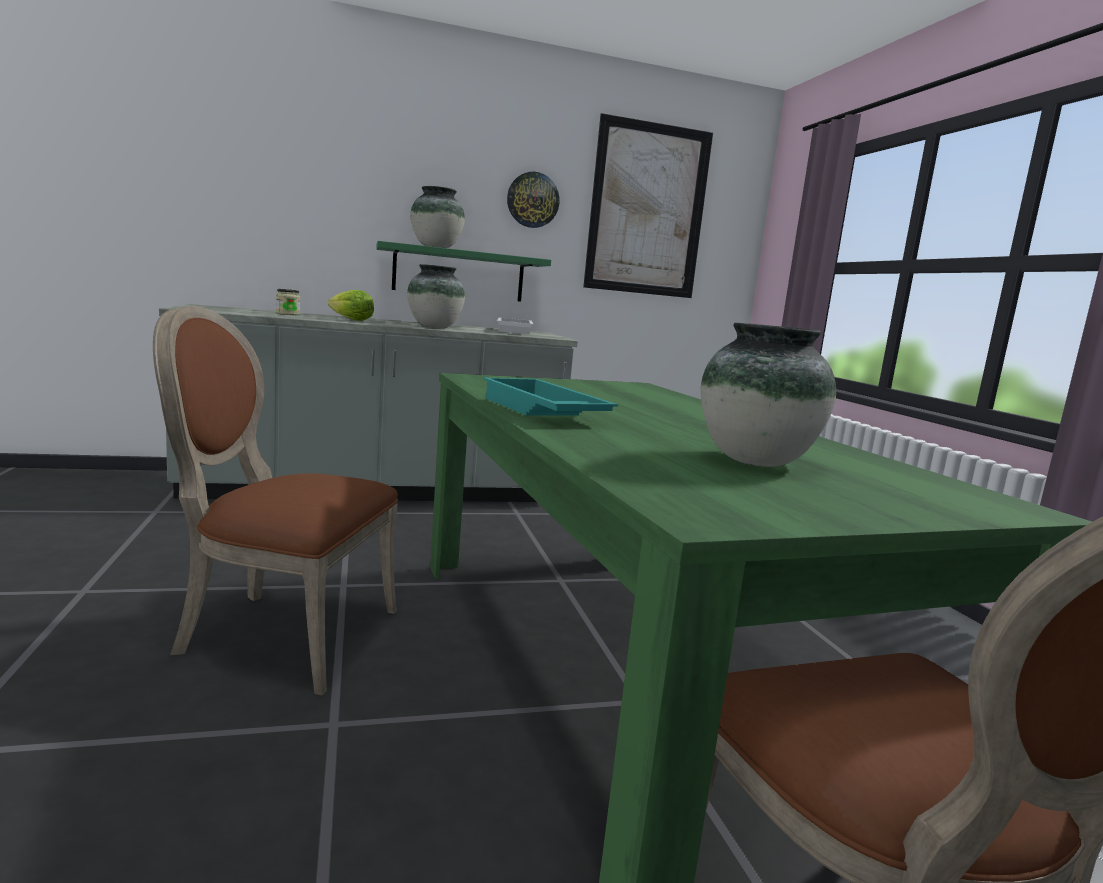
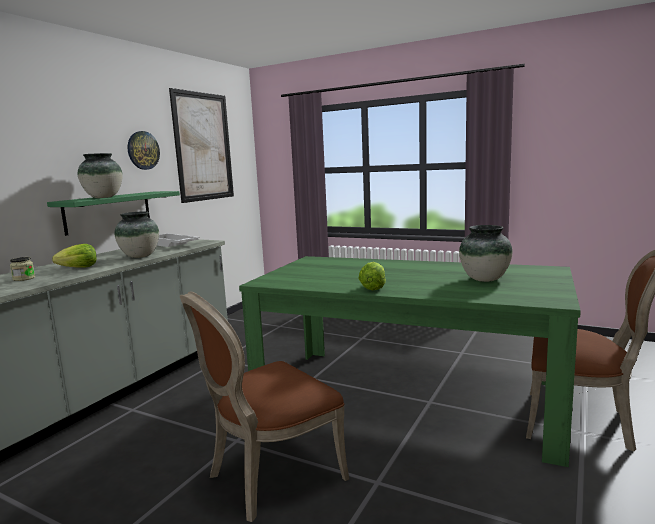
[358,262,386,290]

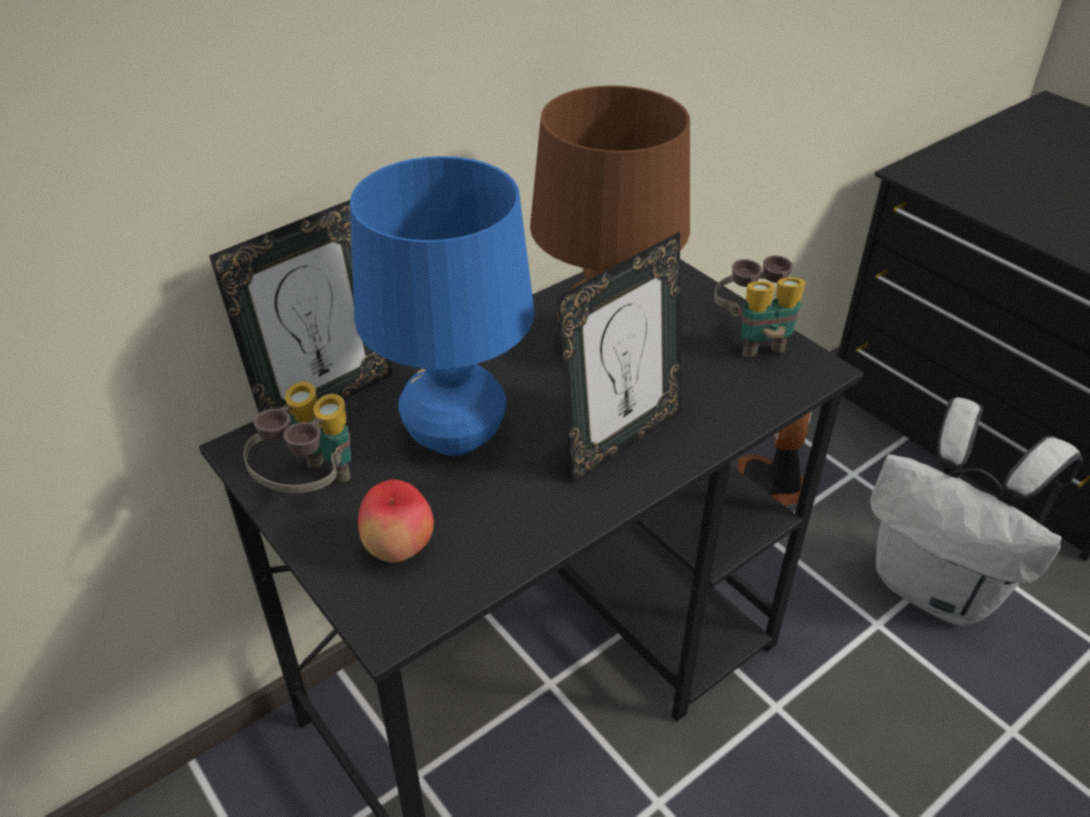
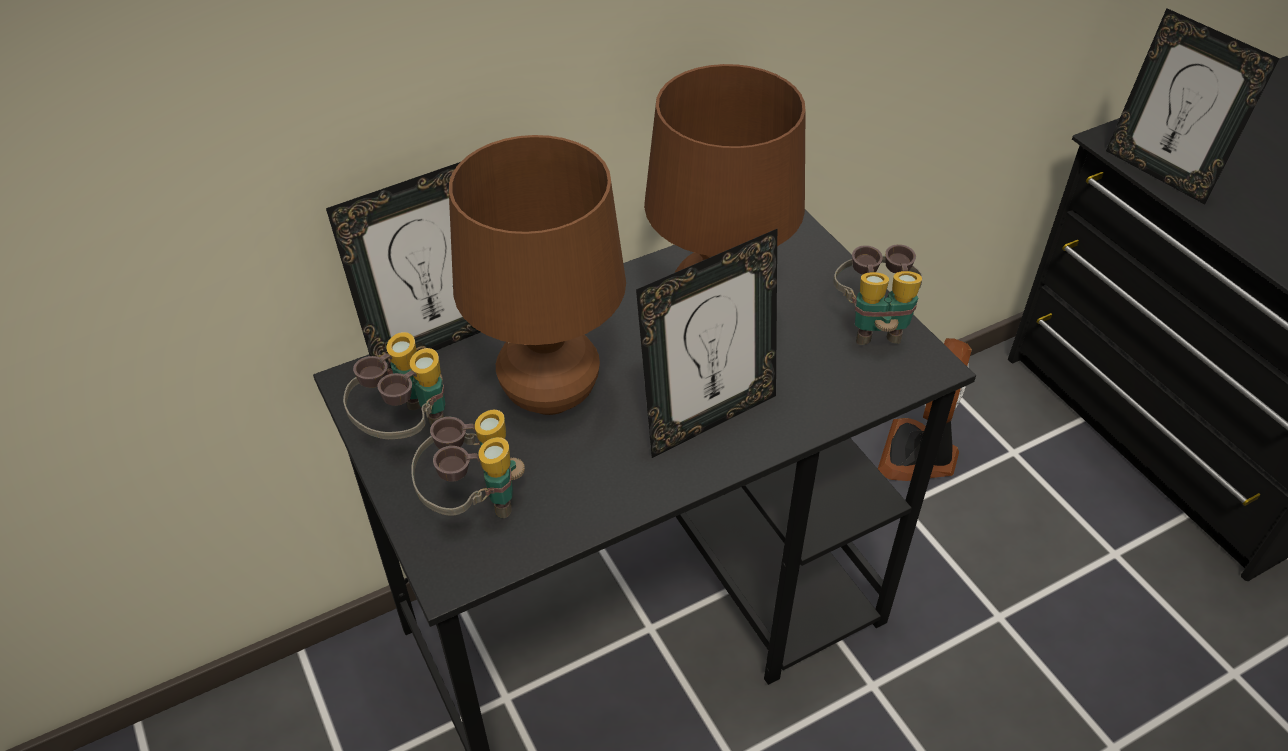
[449,135,626,415]
[411,410,525,518]
[870,398,1083,626] (first image)
[1106,8,1280,205]

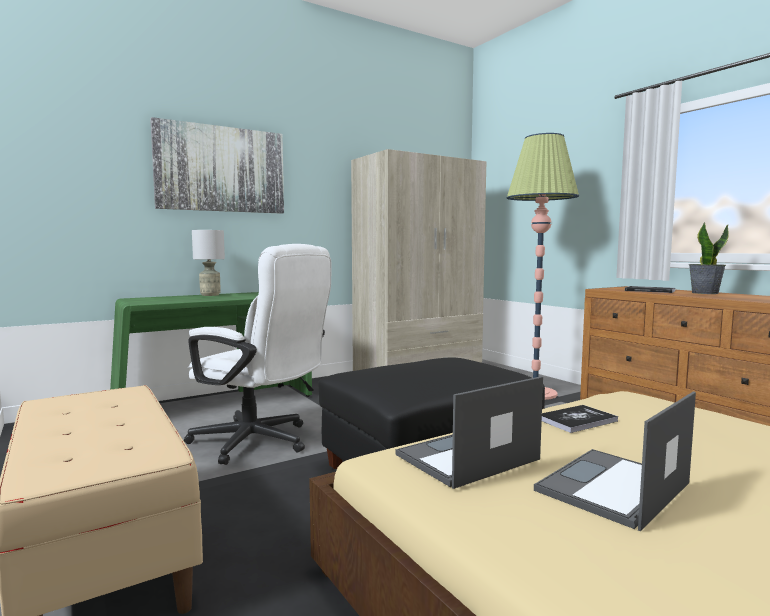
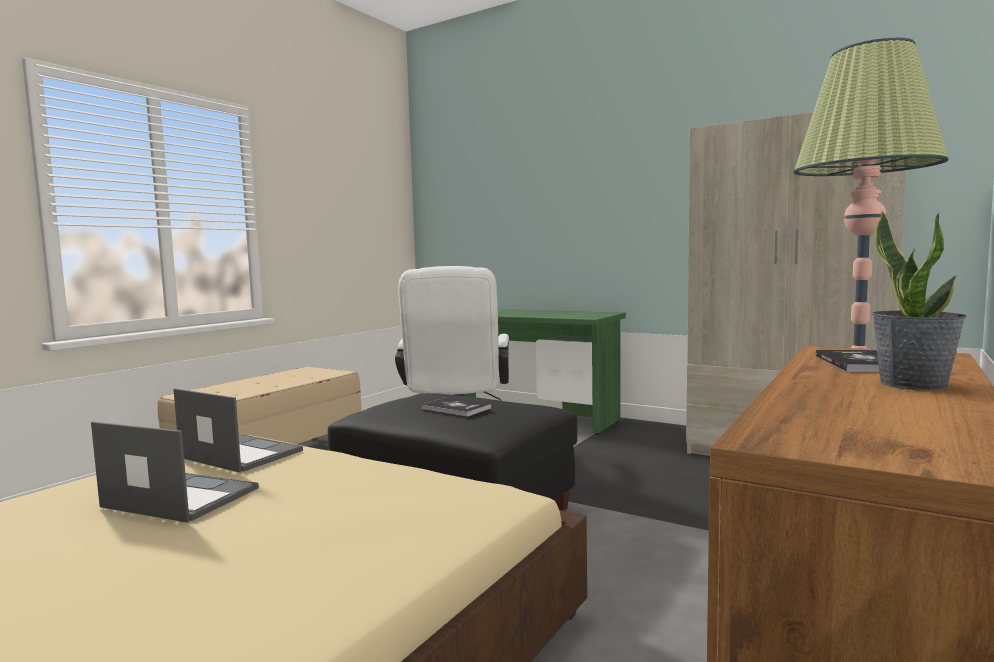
[150,117,284,214] (first image)
[192,230,225,296] (first image)
[422,397,491,417]

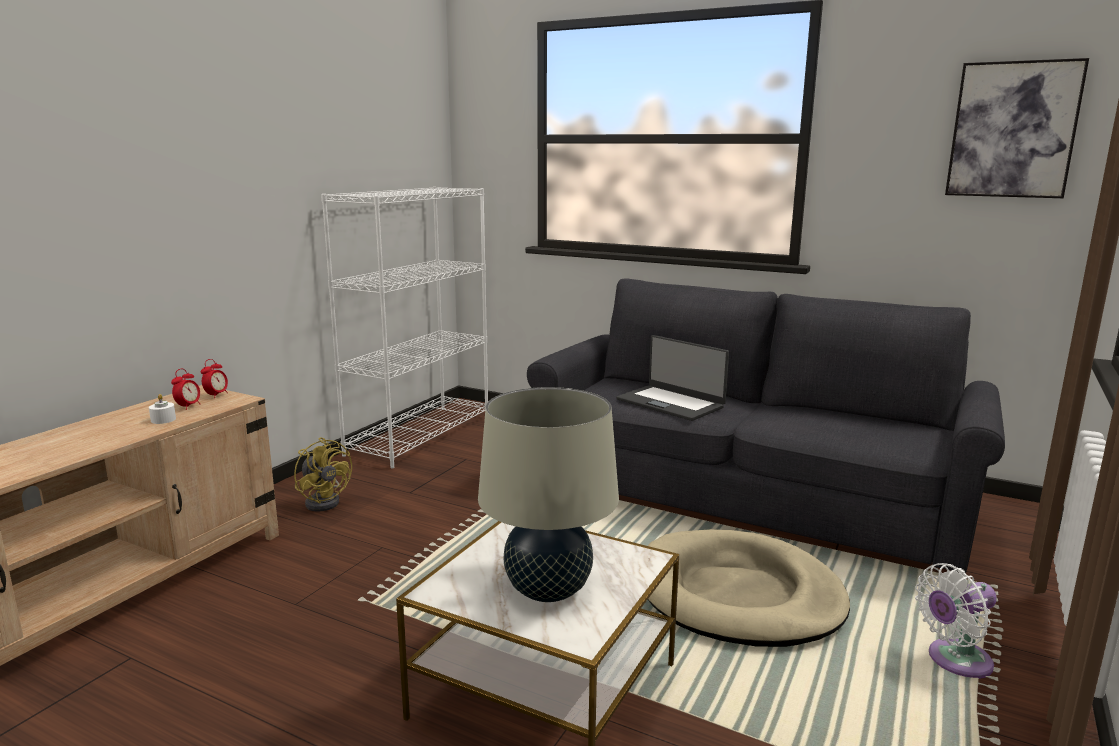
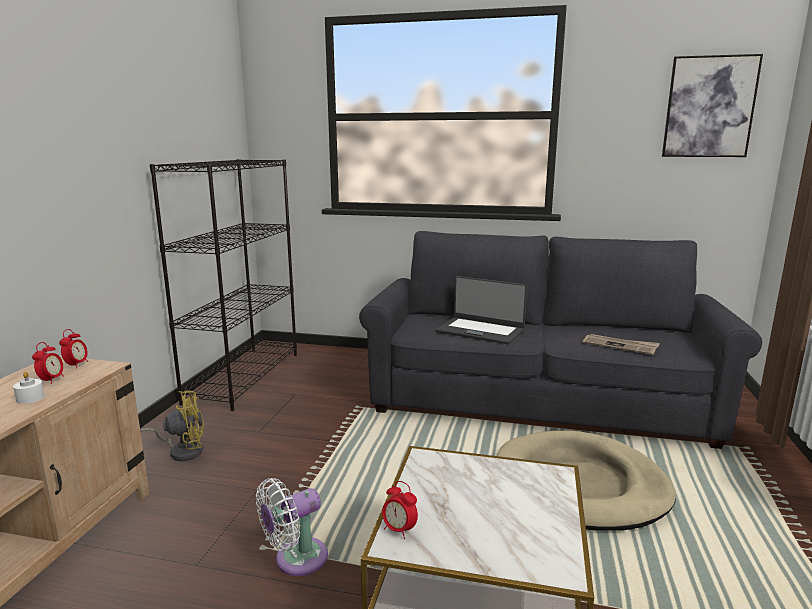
[140,390,204,461]
[150,159,297,411]
[478,387,619,602] (first image)
[256,478,328,576]
[382,481,418,539]
[582,334,660,355]

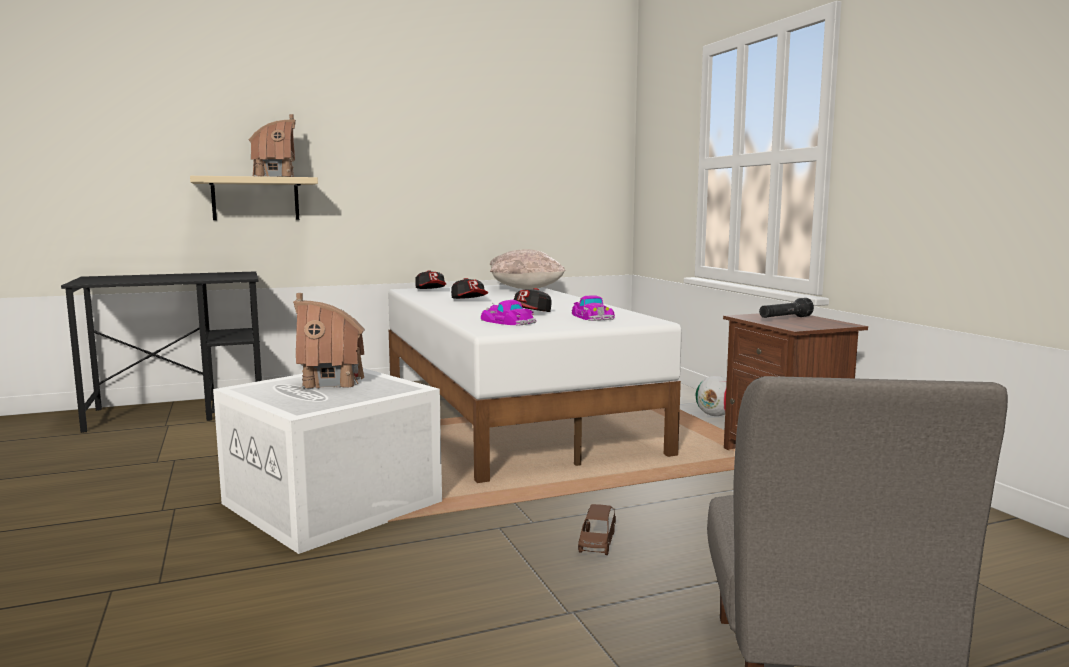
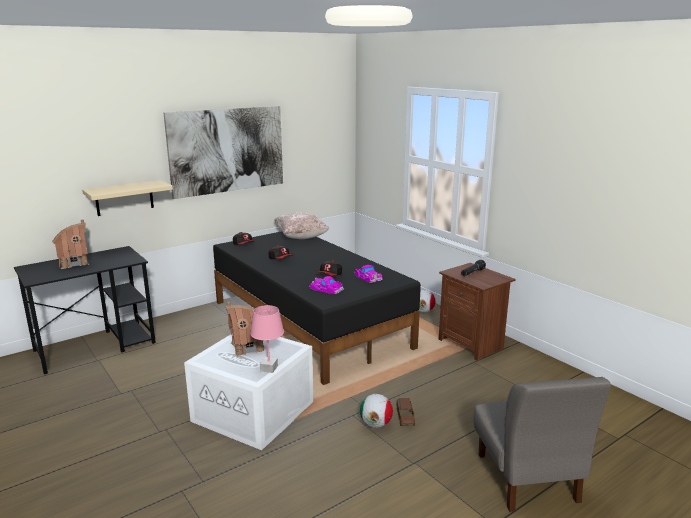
[52,219,89,269]
[213,231,421,385]
[164,106,283,199]
[250,305,284,373]
[360,394,393,428]

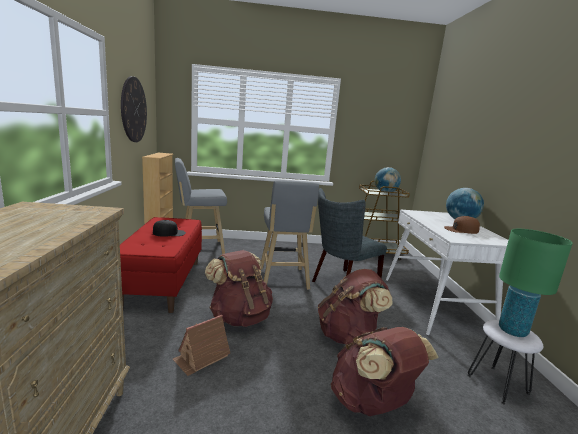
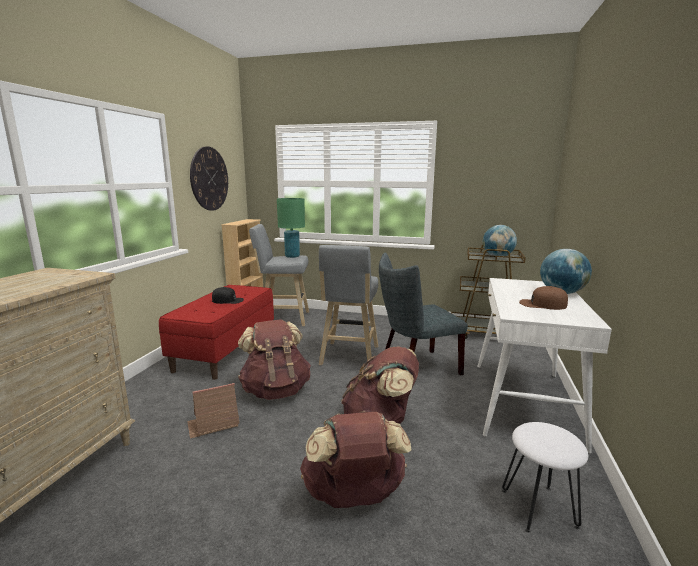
[277,198,305,258]

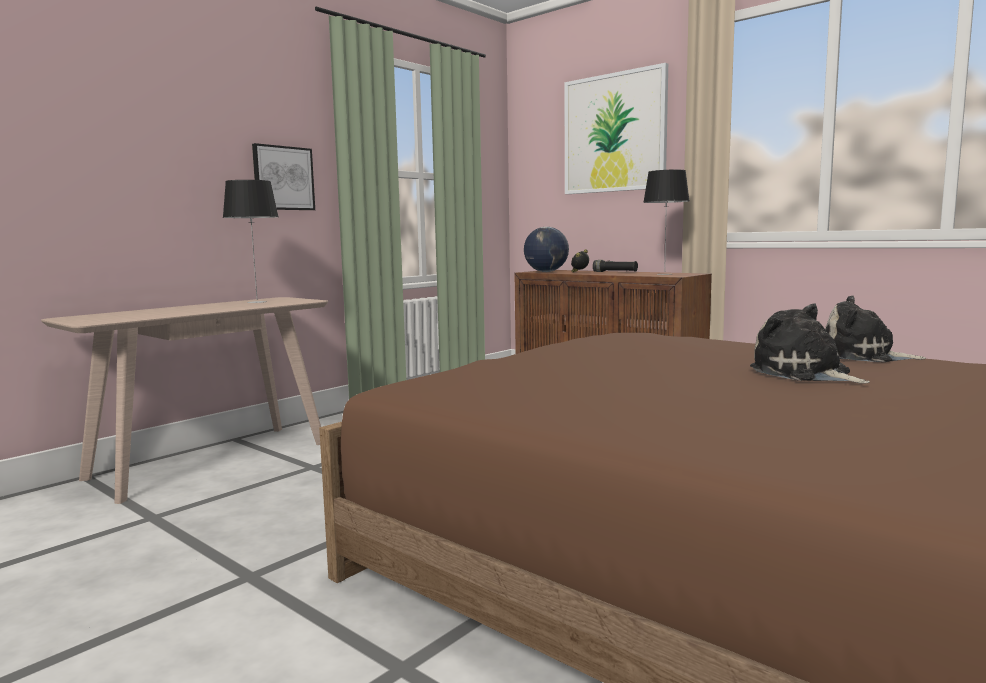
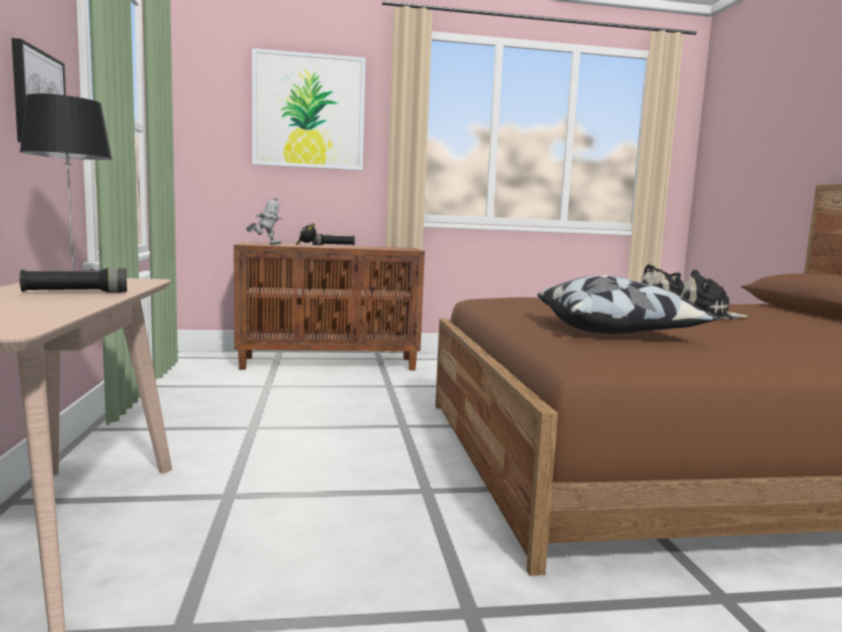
[246,198,281,245]
[643,170,689,275] (first image)
[20,268,127,293]
[538,275,716,334]

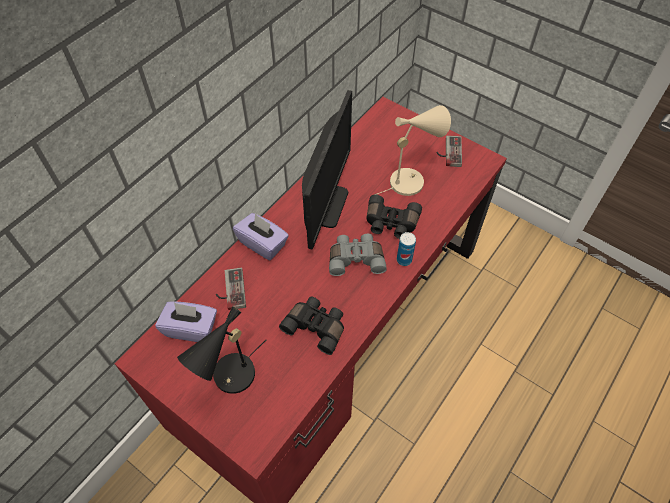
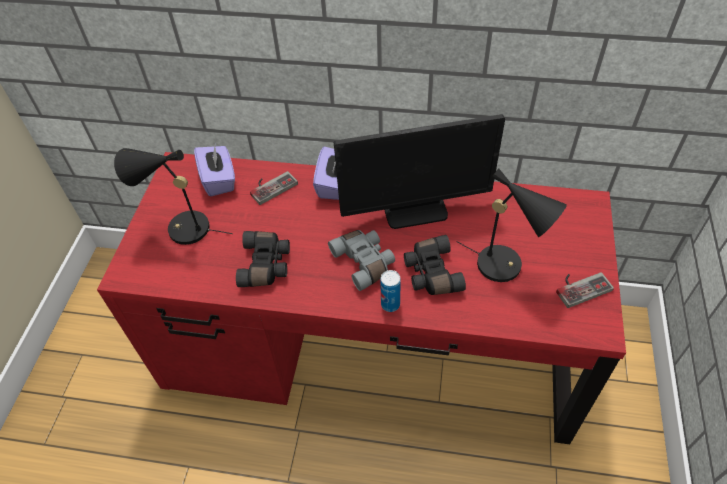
[456,168,567,282]

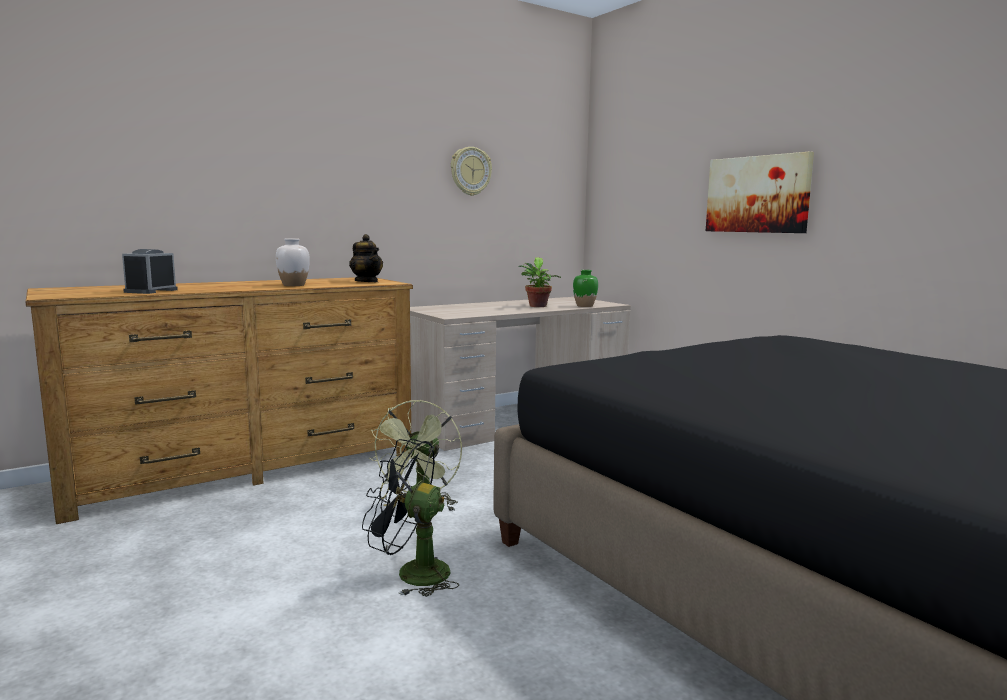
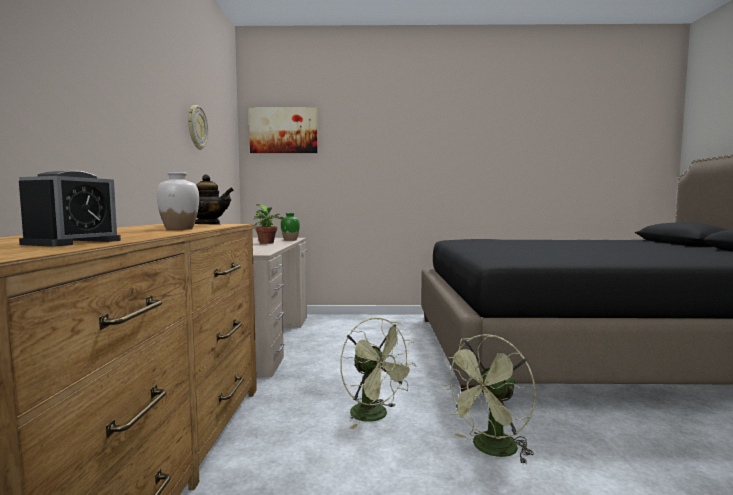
[19,171,121,247]
[440,334,536,465]
[249,107,318,153]

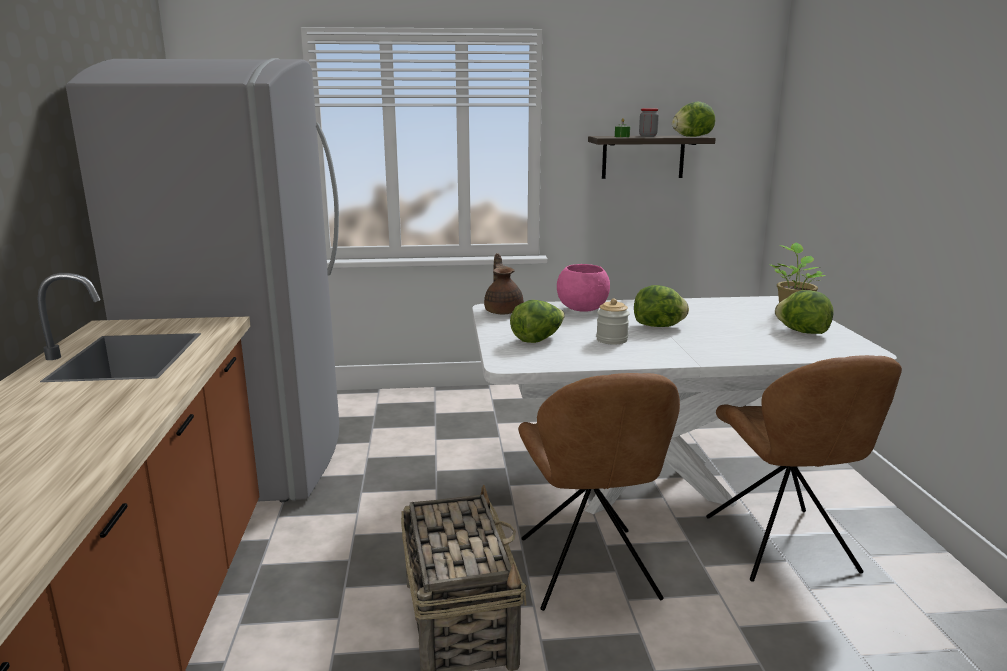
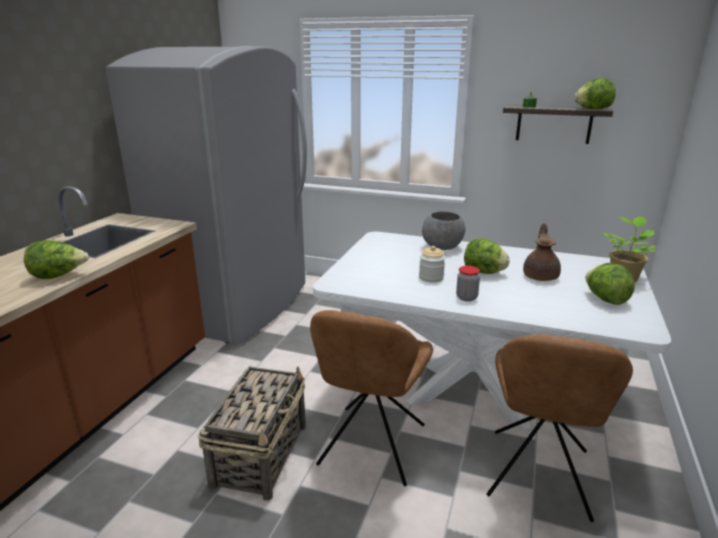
[523,223,561,281]
[24,240,89,279]
[422,211,465,250]
[456,266,480,301]

